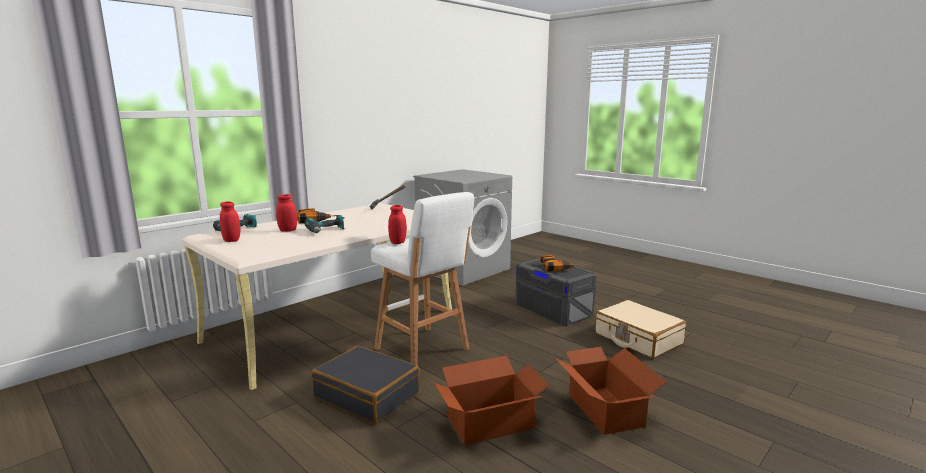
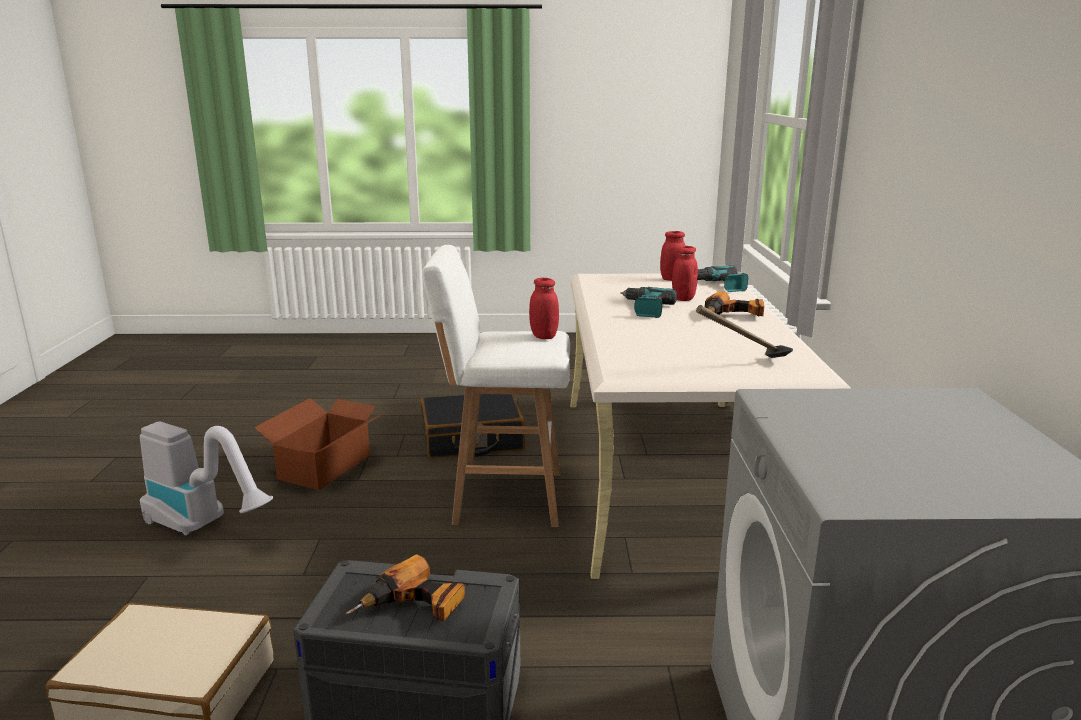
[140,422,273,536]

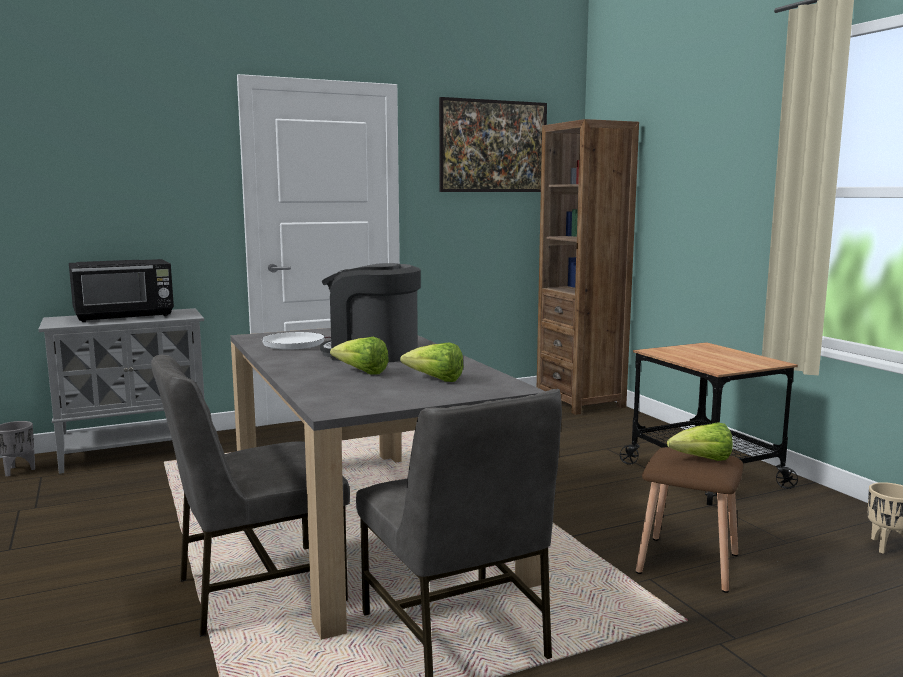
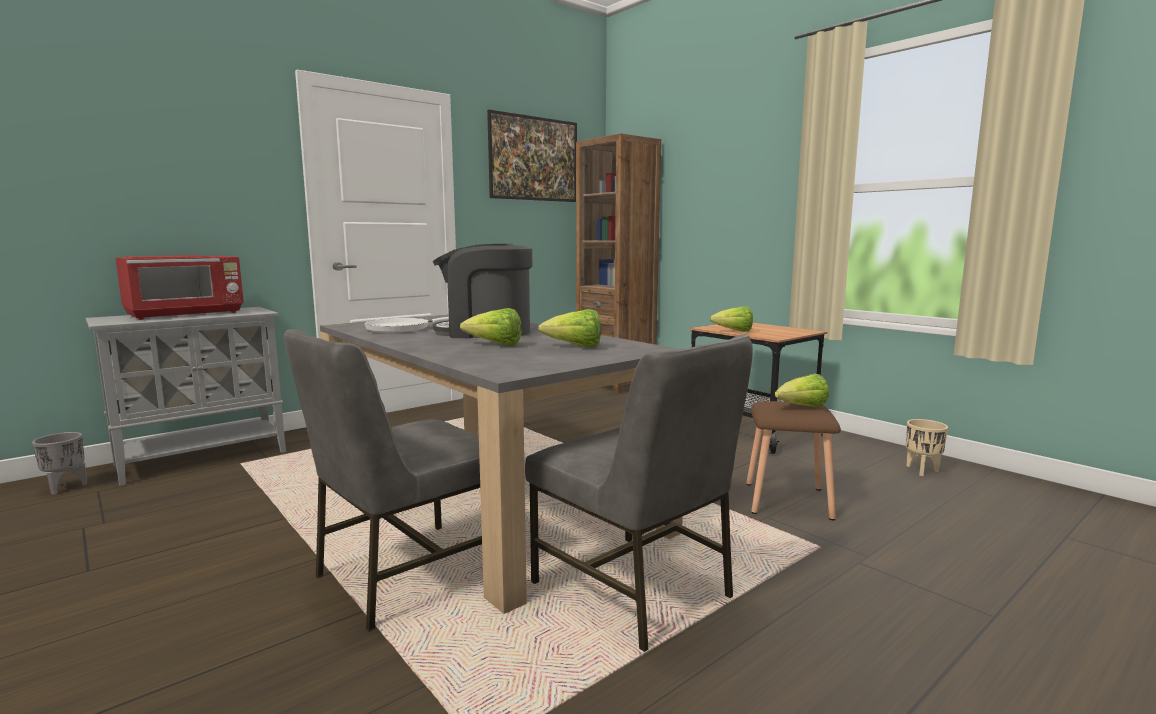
[115,255,244,320]
[710,306,753,332]

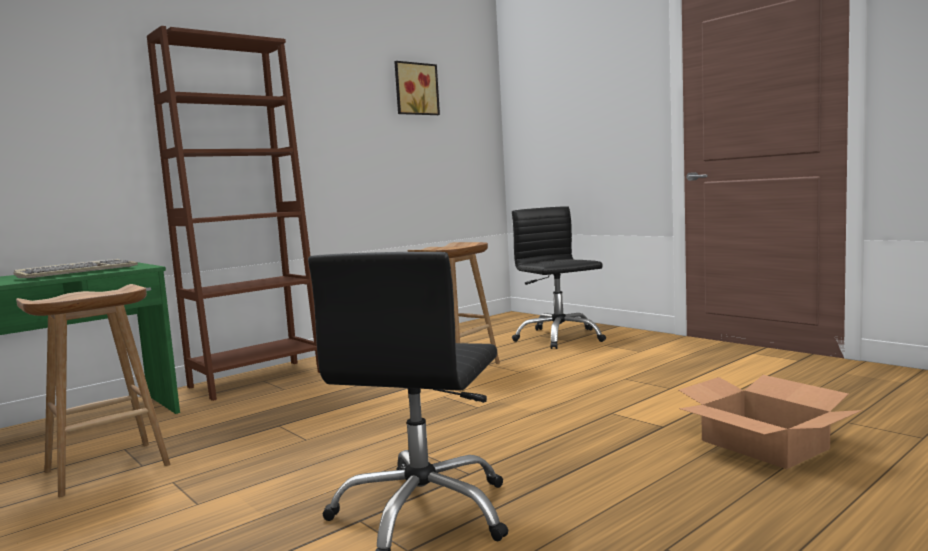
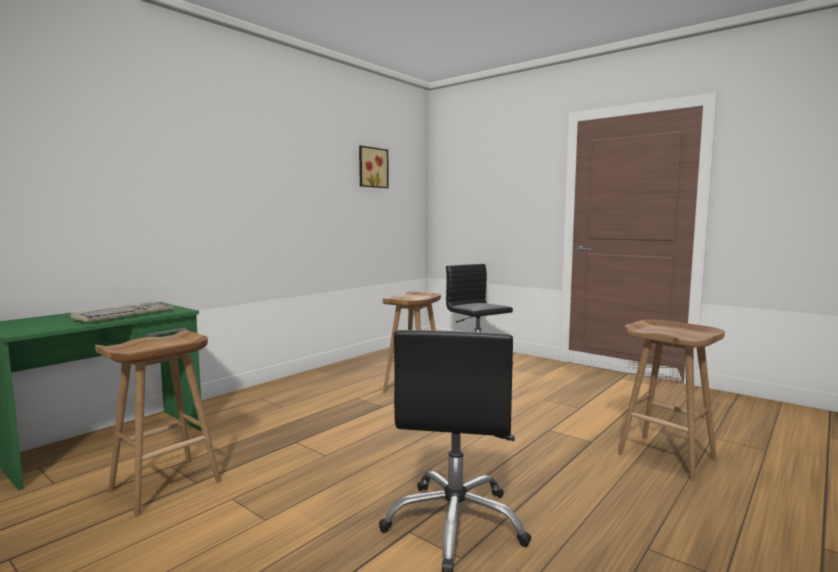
[147,26,320,401] (first image)
[618,319,725,481]

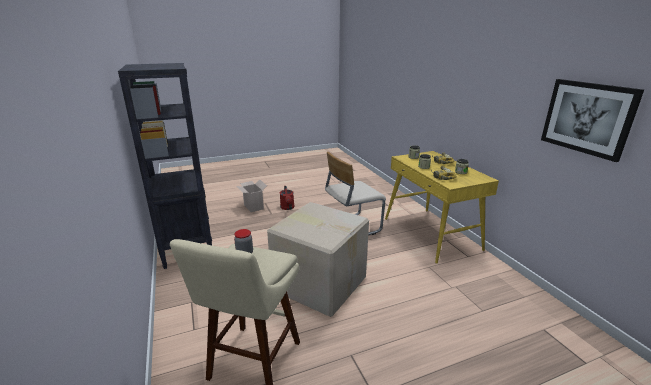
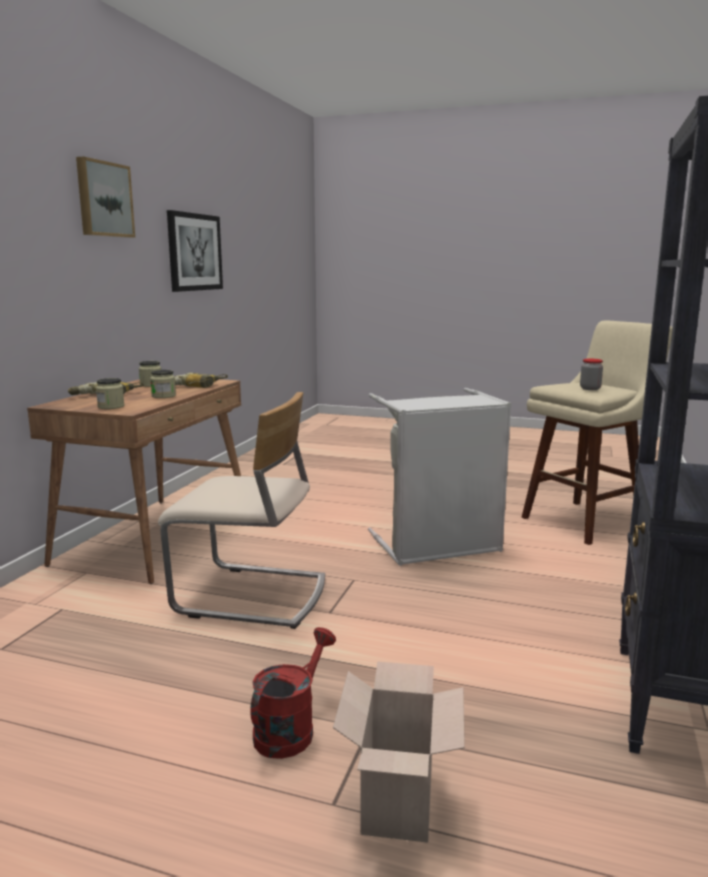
[368,388,512,566]
[27,379,241,584]
[76,157,135,238]

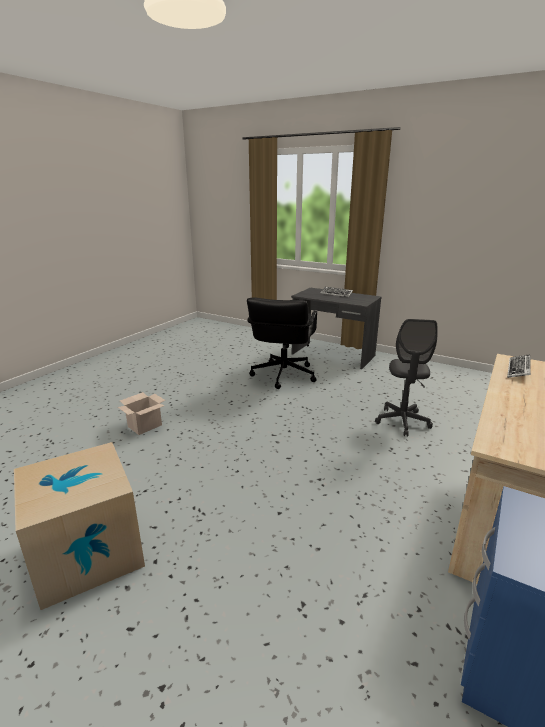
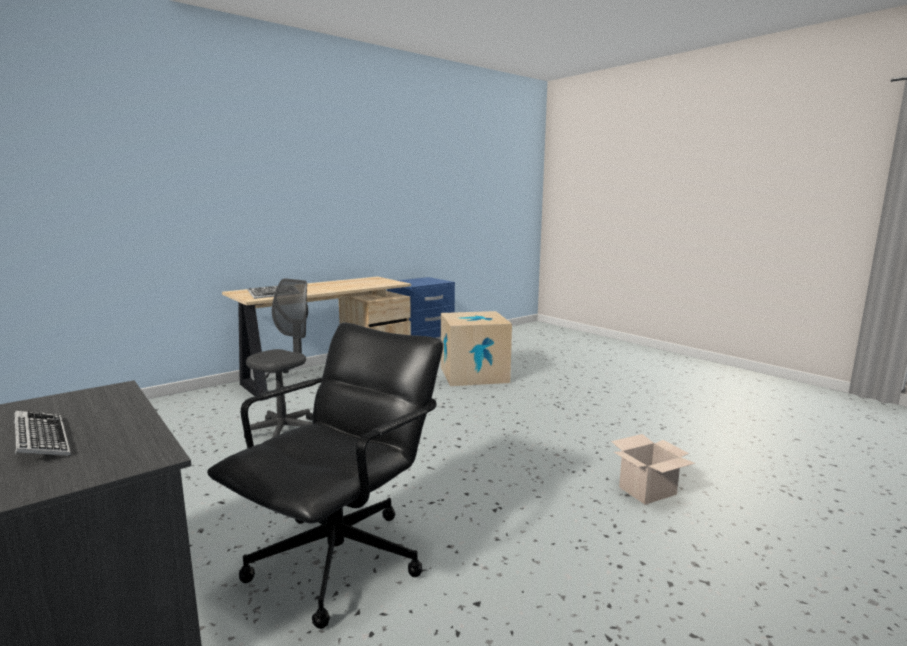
[441,311,512,386]

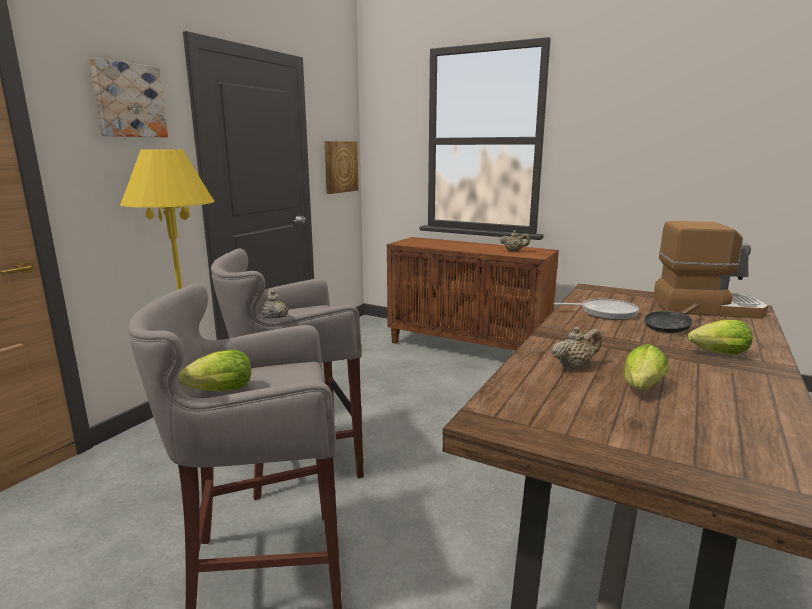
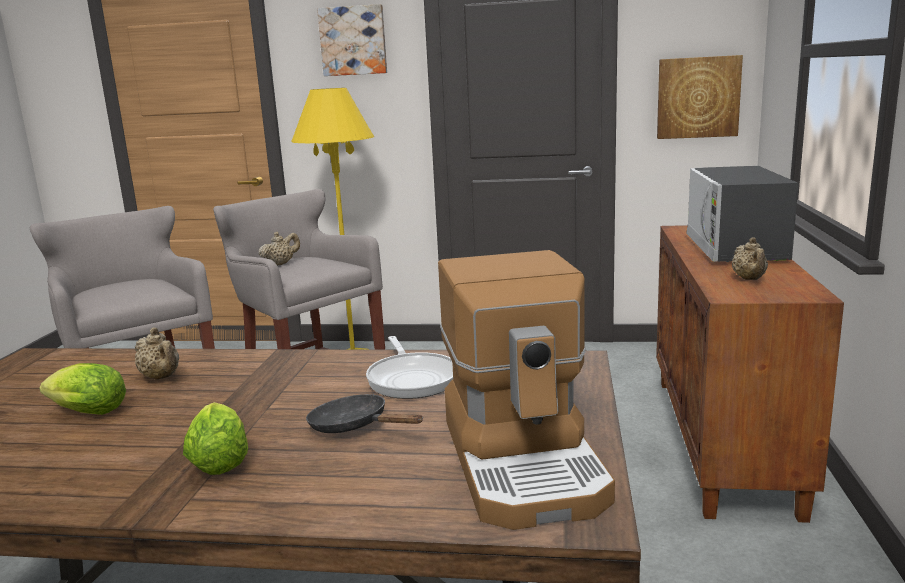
[178,350,251,391] (first image)
[686,166,798,262]

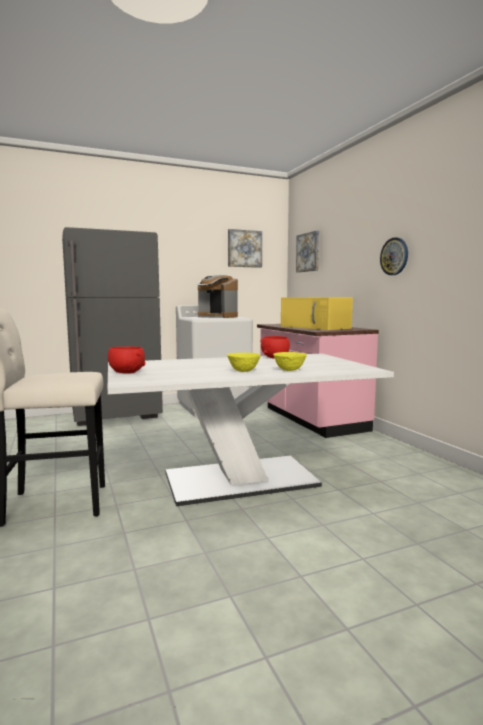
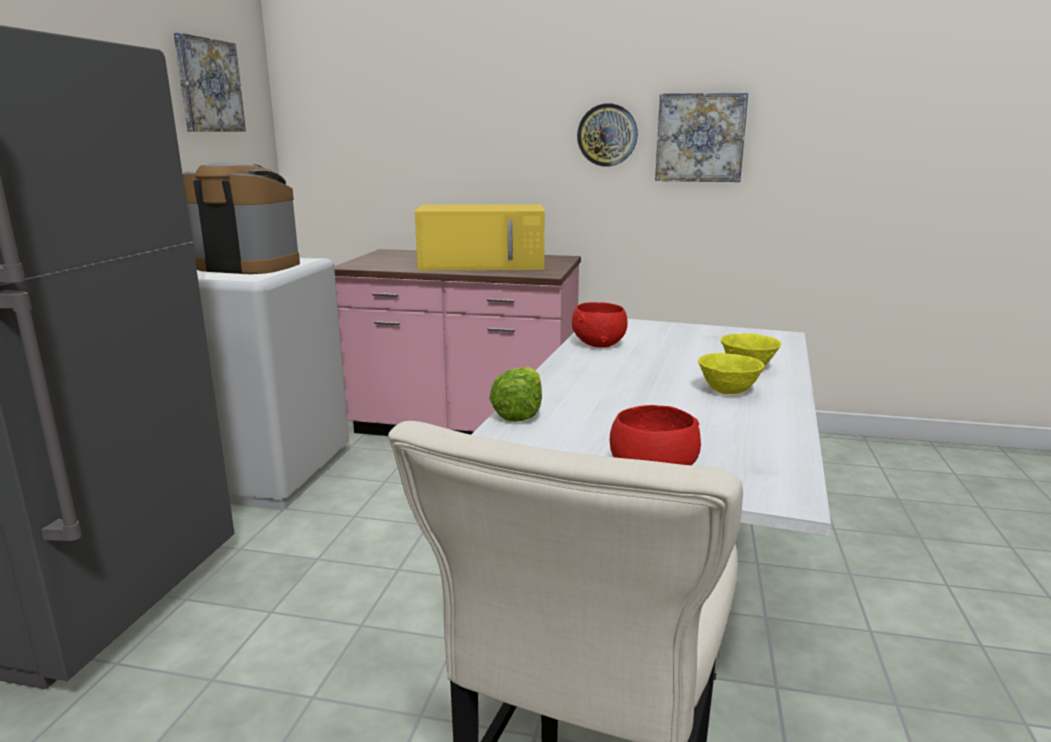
[183,162,300,274]
[655,93,748,182]
[490,366,542,422]

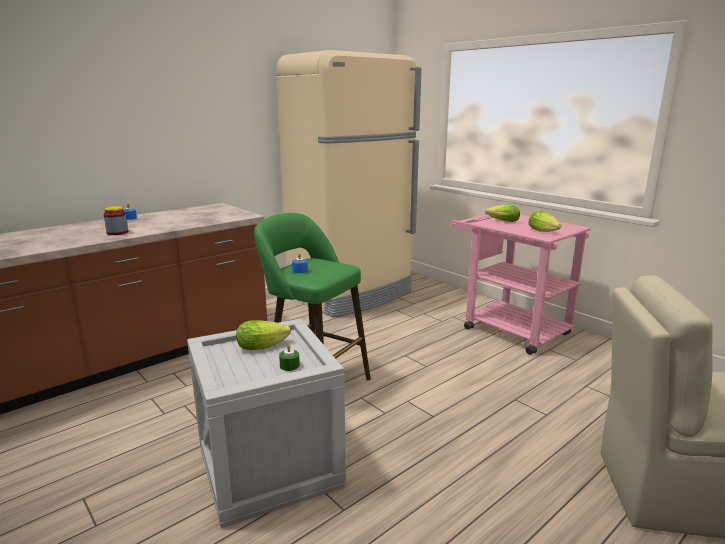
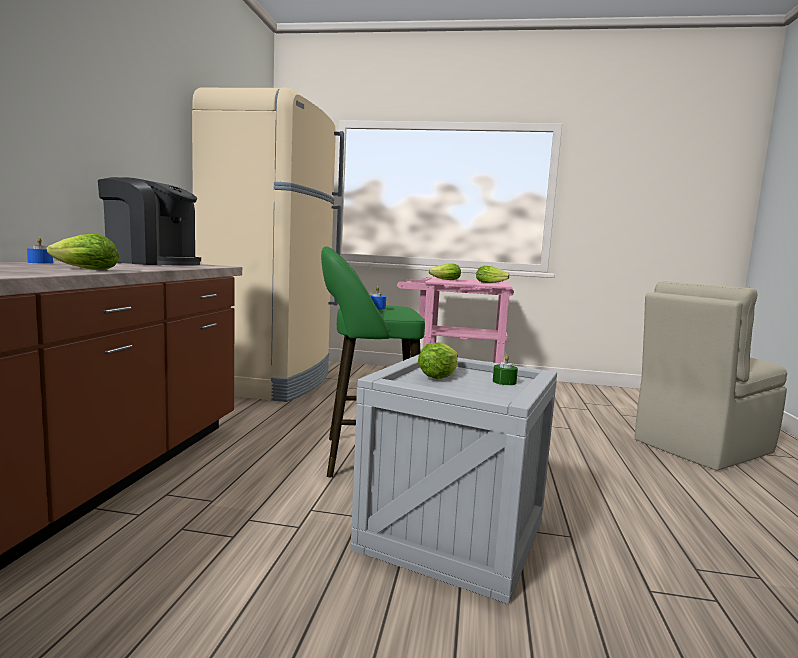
[47,234,119,270]
[98,177,201,266]

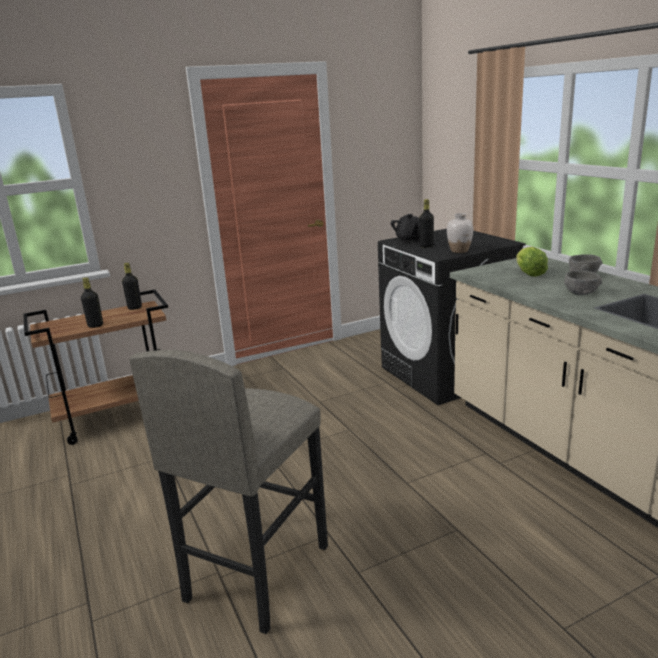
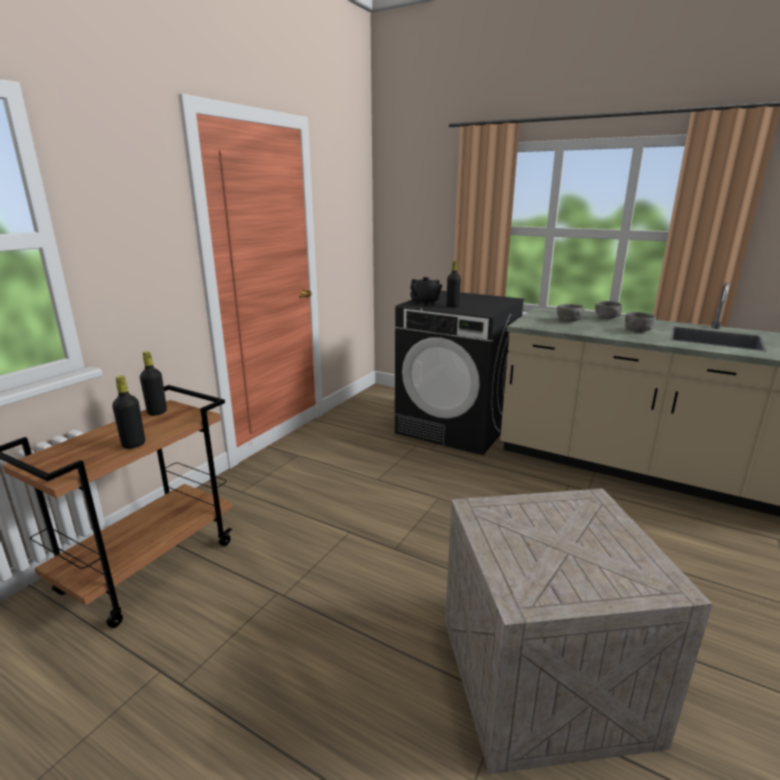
[445,488,712,774]
[447,213,473,253] (first image)
[557,304,584,322]

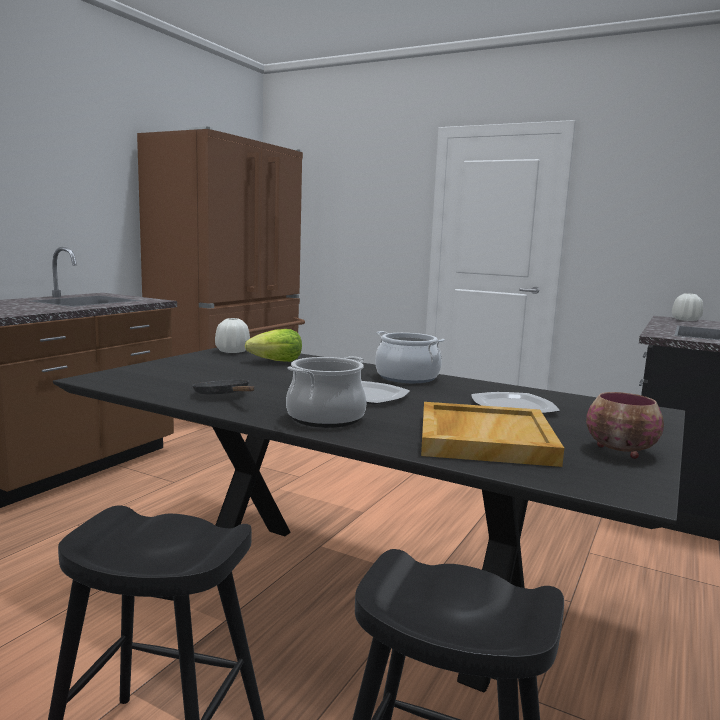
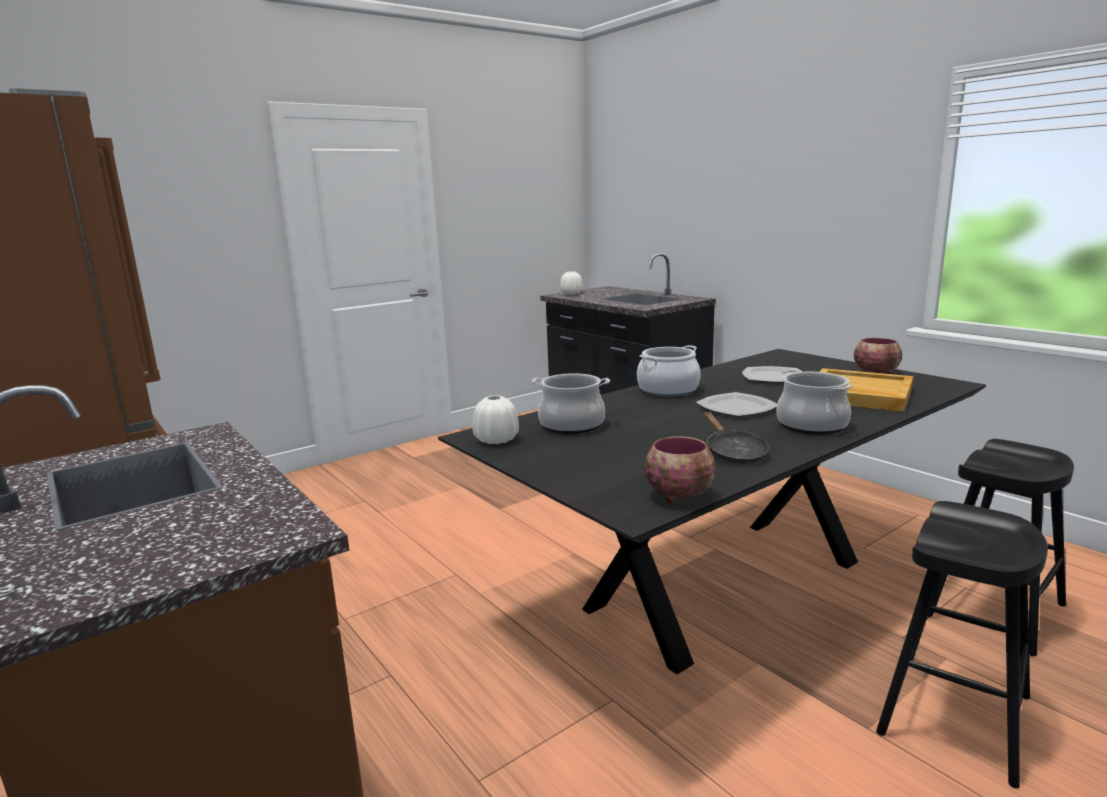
[704,412,769,464]
[532,373,610,434]
[644,437,716,503]

